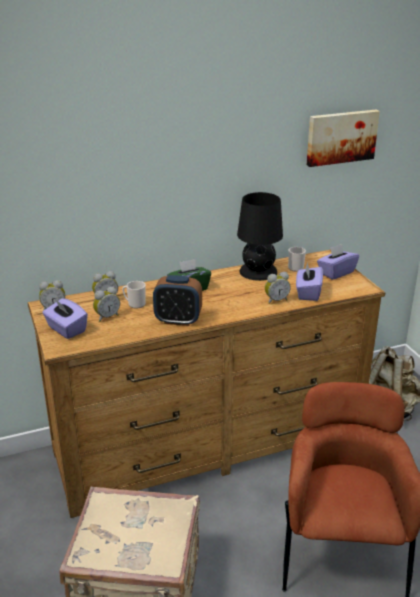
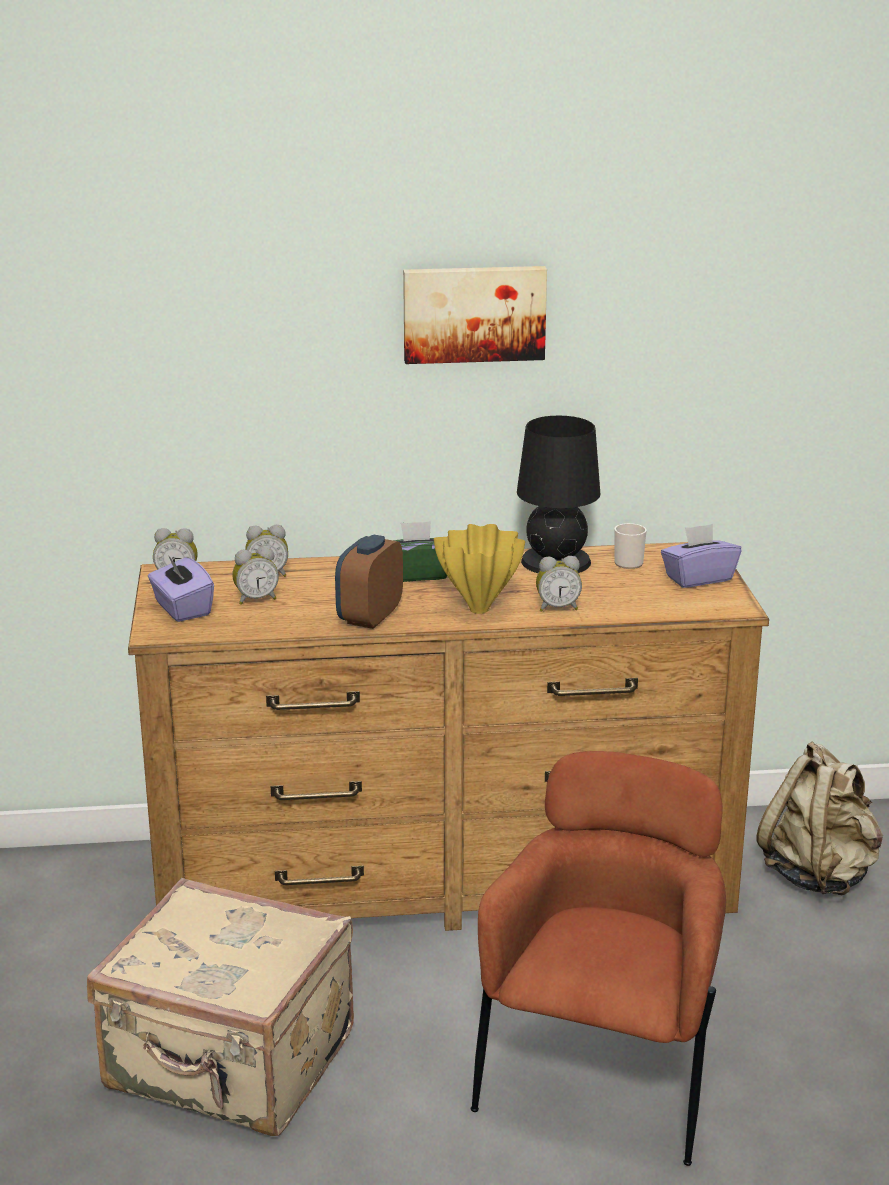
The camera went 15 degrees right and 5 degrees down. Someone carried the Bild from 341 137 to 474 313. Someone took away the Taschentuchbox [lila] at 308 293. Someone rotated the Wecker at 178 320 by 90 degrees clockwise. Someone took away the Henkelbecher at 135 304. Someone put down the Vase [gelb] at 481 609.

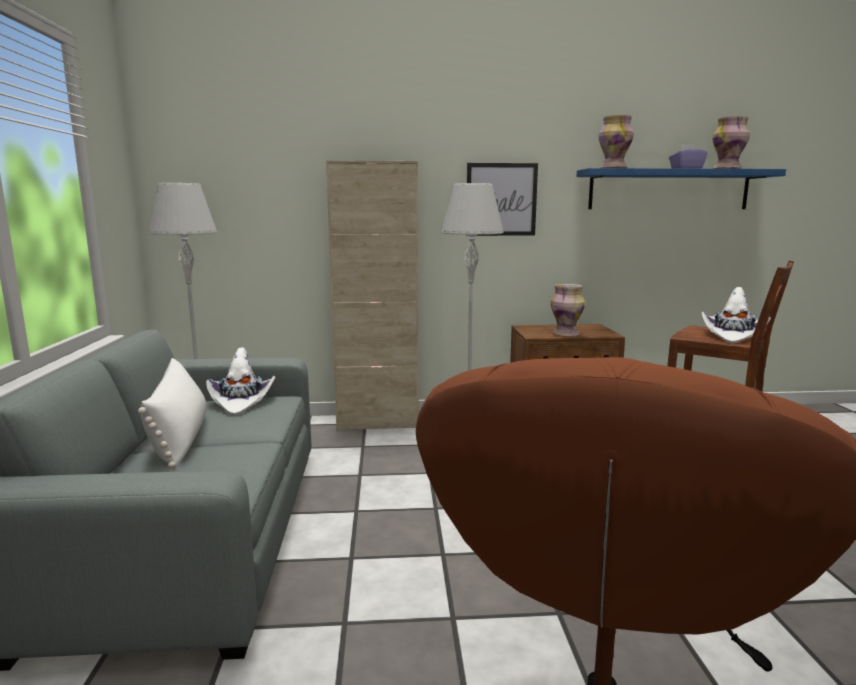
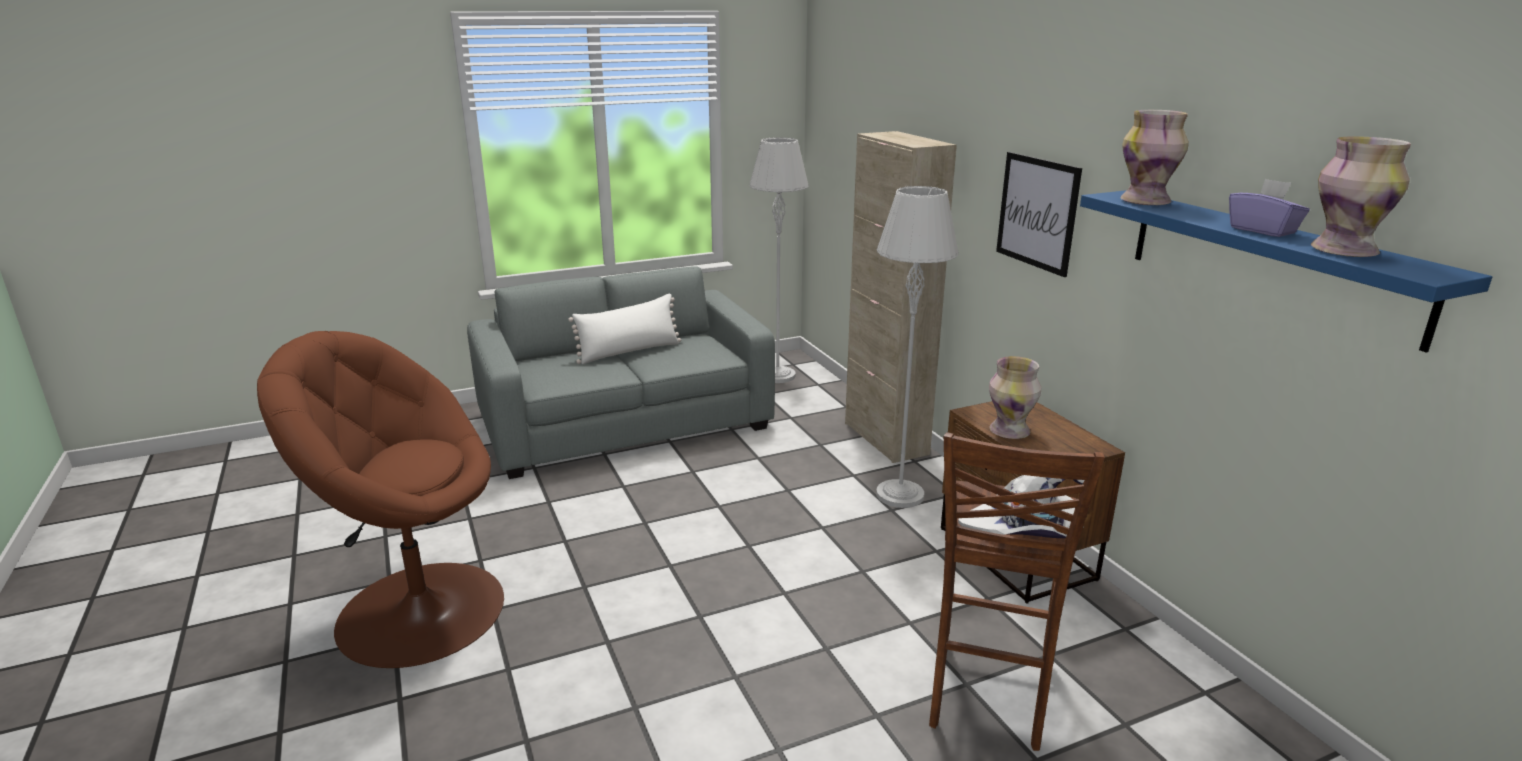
The camera went 70 degrees right and 10 degrees up. Someone took away the Hut [weiß] at 242 401.

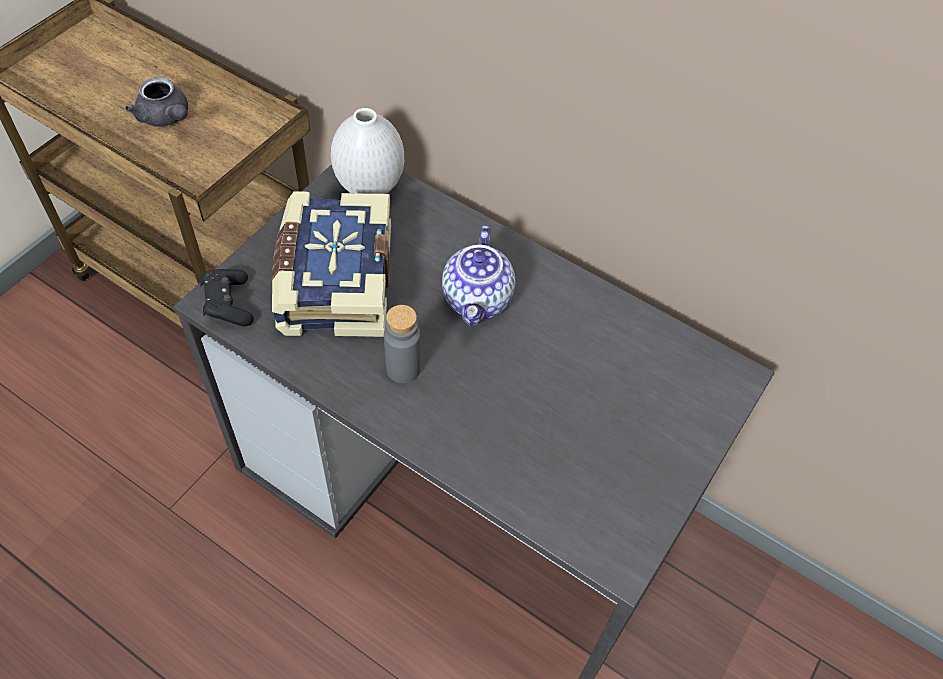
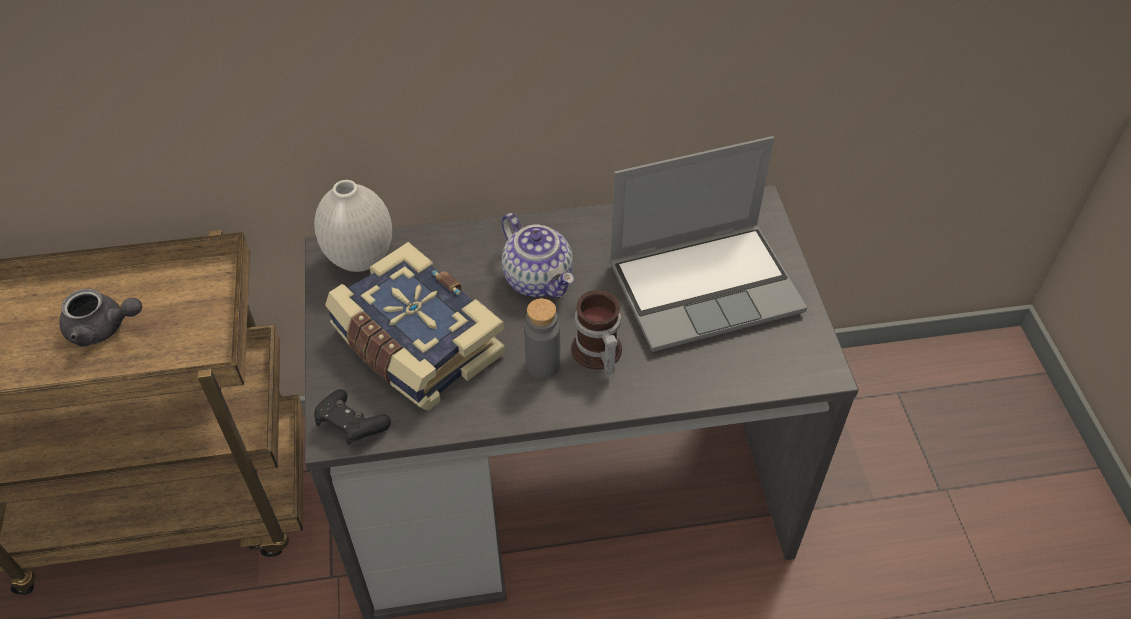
The camera went 40 degrees left and 5 degrees down. Someone put down the Laptop at 706 286. Someone put down the Henkelbecher at 596 354.

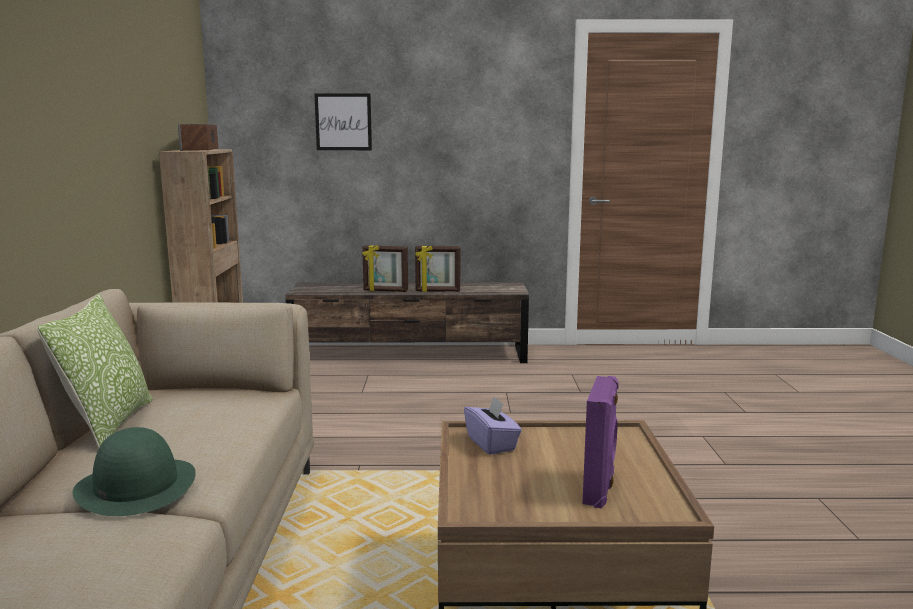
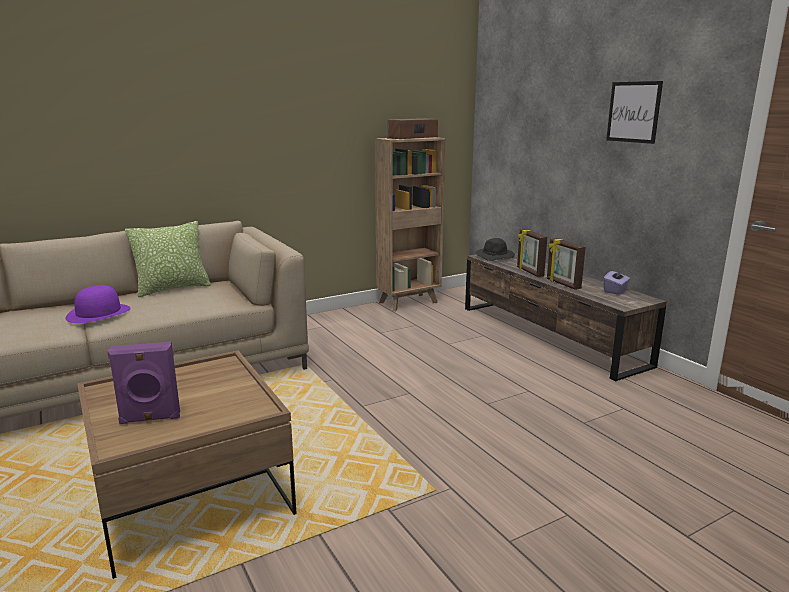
The camera went 60 degrees right and 5 degrees up. Someone carried the Bild from 343 122 to 633 112. Someone carried the Taschentuchbox [lila] from 492 444 to 615 291. Someone repainted the Hut [grün] at 136 486, which became the Hut [lila] at 99 313. Someone put down the Hut [schwarz] at 495 256.

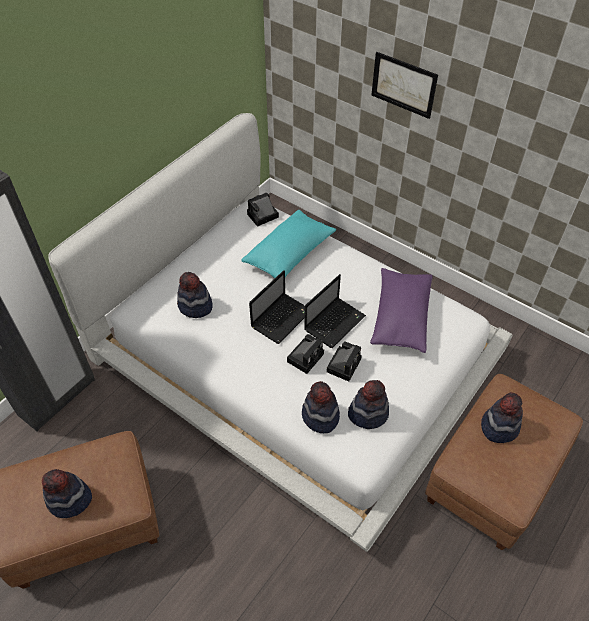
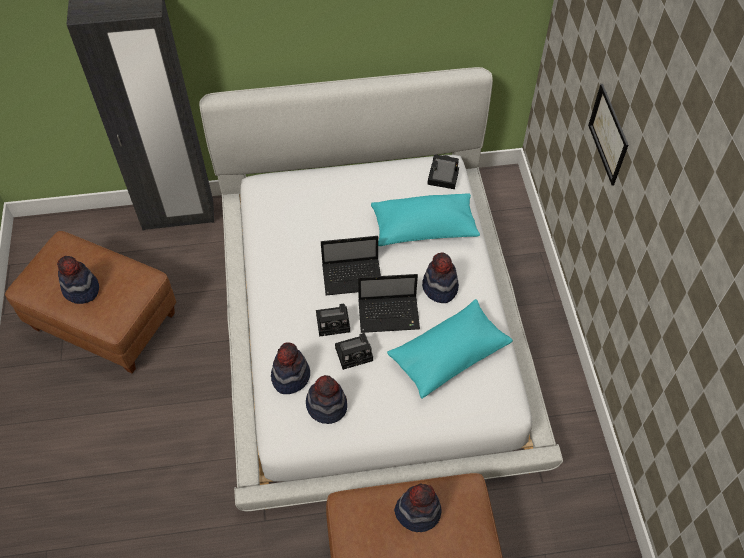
The camera went 45 degrees right and 5 degrees up. Someone repainted the Kissen [lila] at 400 317, which became the Kissen [türkis] at 448 355. Someone carried the Hut from 195 306 to 439 287.

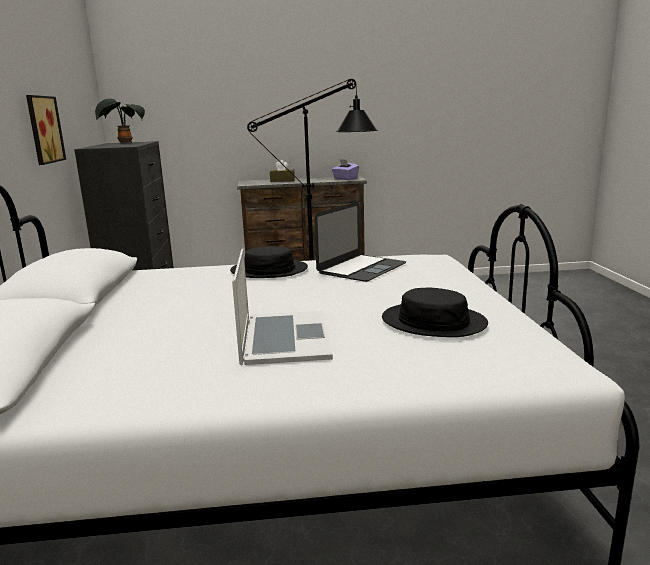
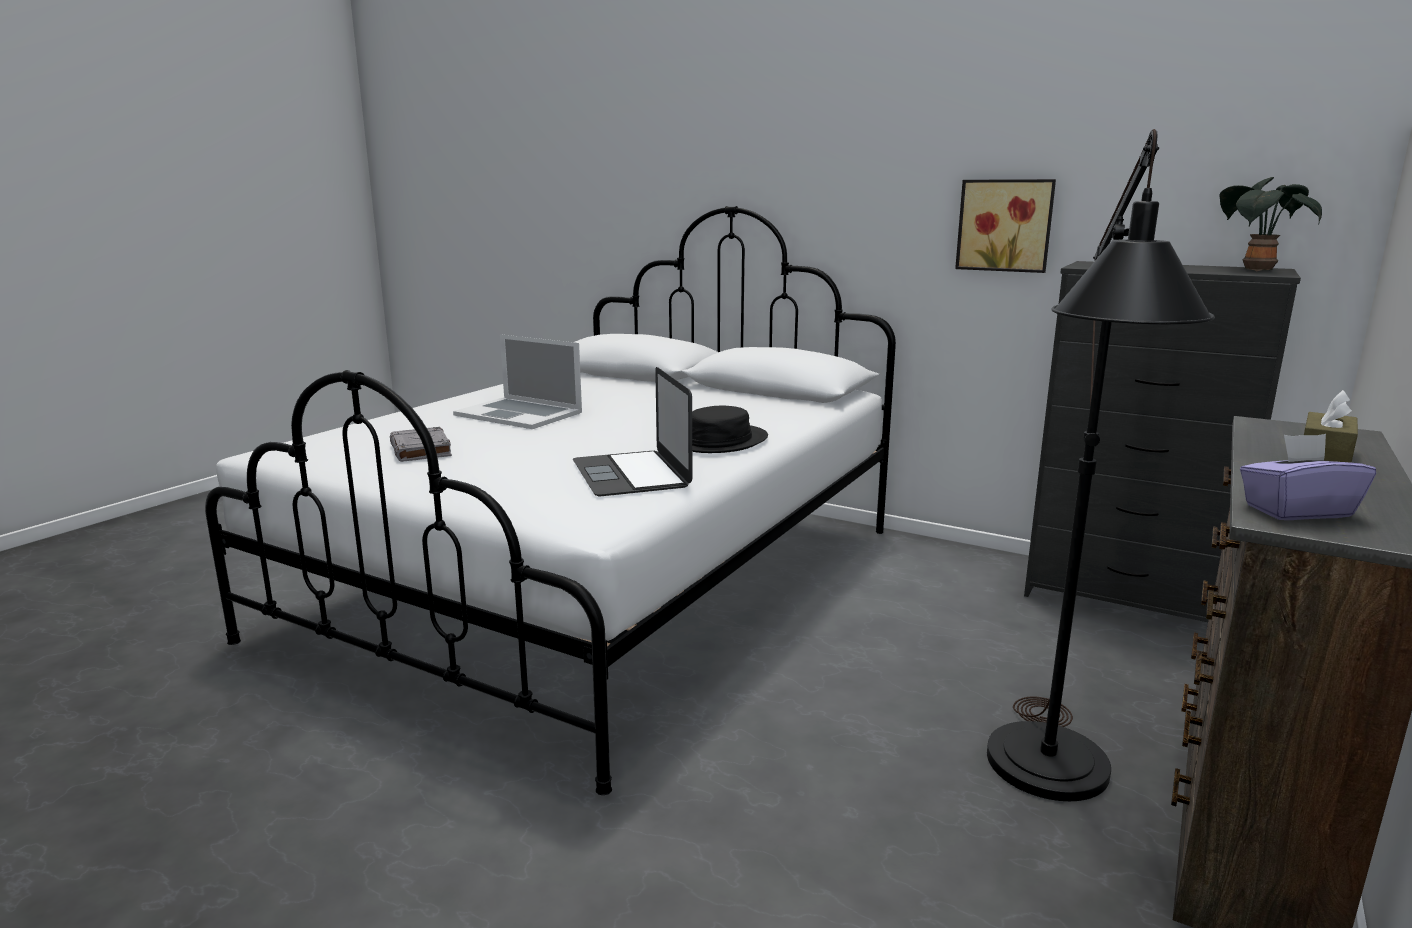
The camera went 125 degrees right and 0 degrees up. Someone swapped the Hut [schwarz] at 433 322 for the Buch [grau] at 421 450.

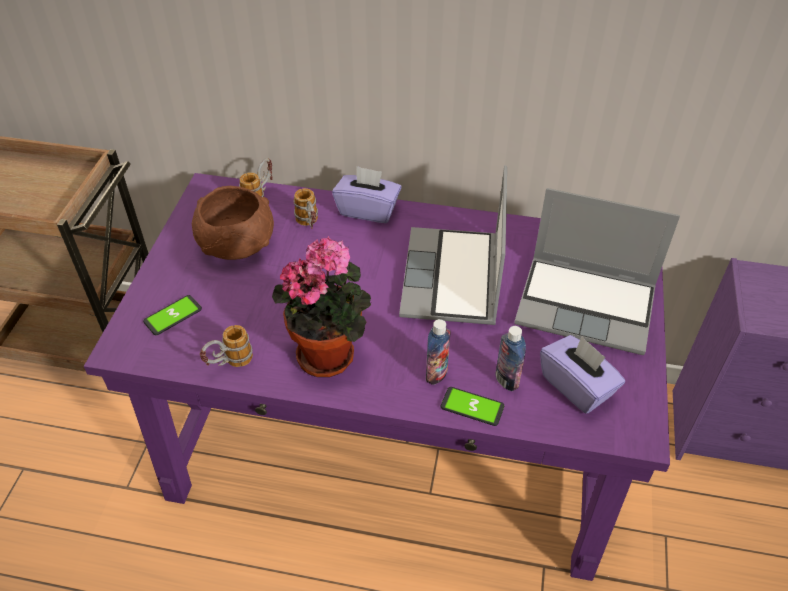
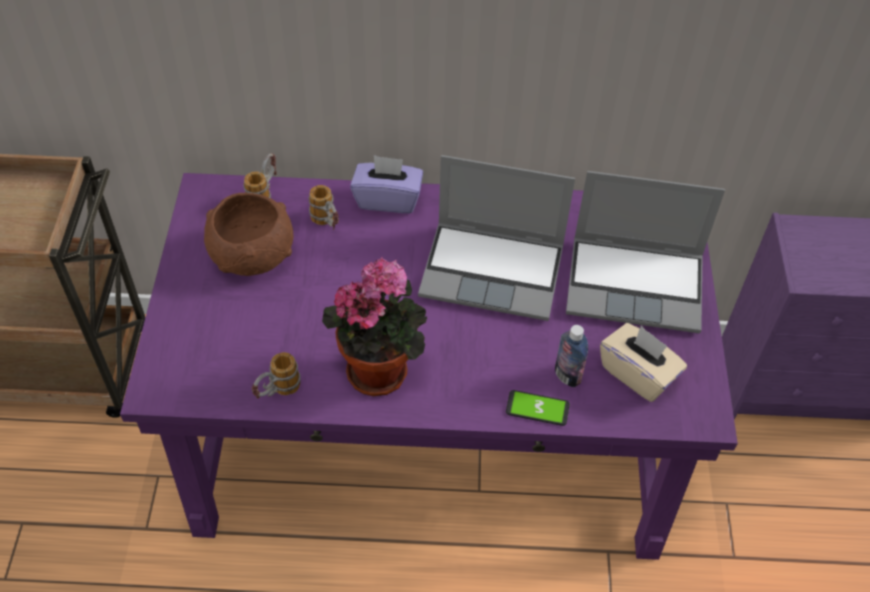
The camera went 10 degrees left and 5 degrees up. Someone rotated the Laptop at 453 279 by 75 degrees counterclockwise. Someone took away the Handy at 173 316. Someone took away the Flasche at 436 374. Someone repainted the Taschentuchbox [lila] at 577 386, which became the Taschentuchbox [beige] at 638 373.

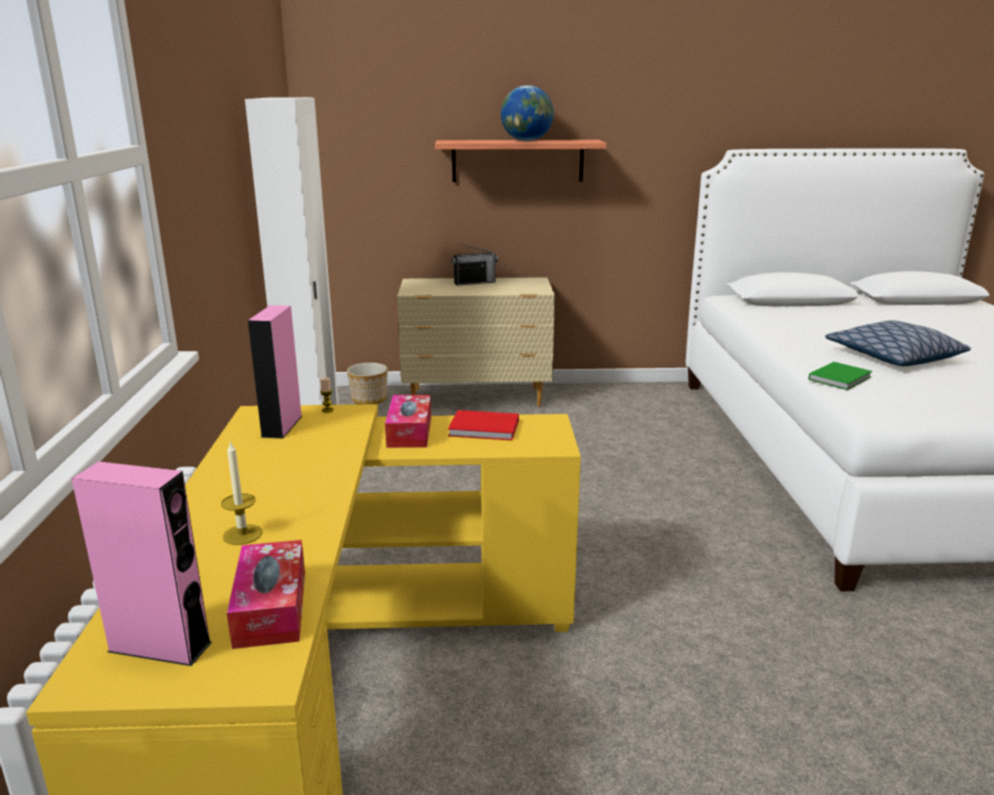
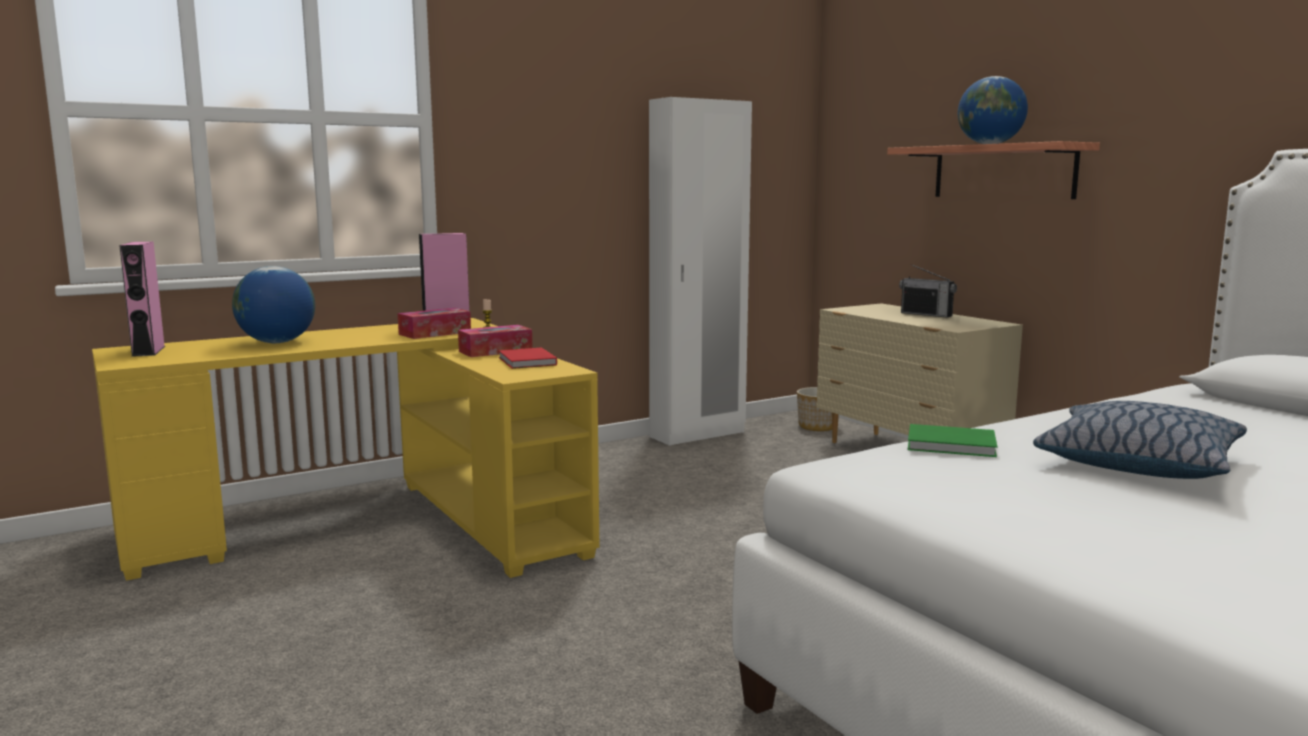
The camera went 60 degrees right and 10 degrees down. Someone swapped the Kerze at 242 534 for the Globus at 277 342. Someone carried the Taschentuchbox from 271 607 to 435 333.

